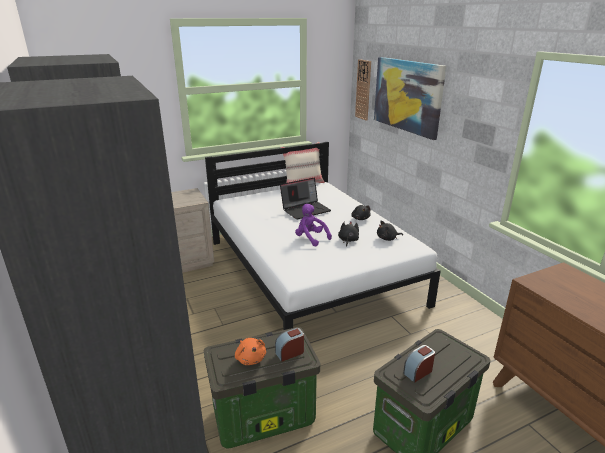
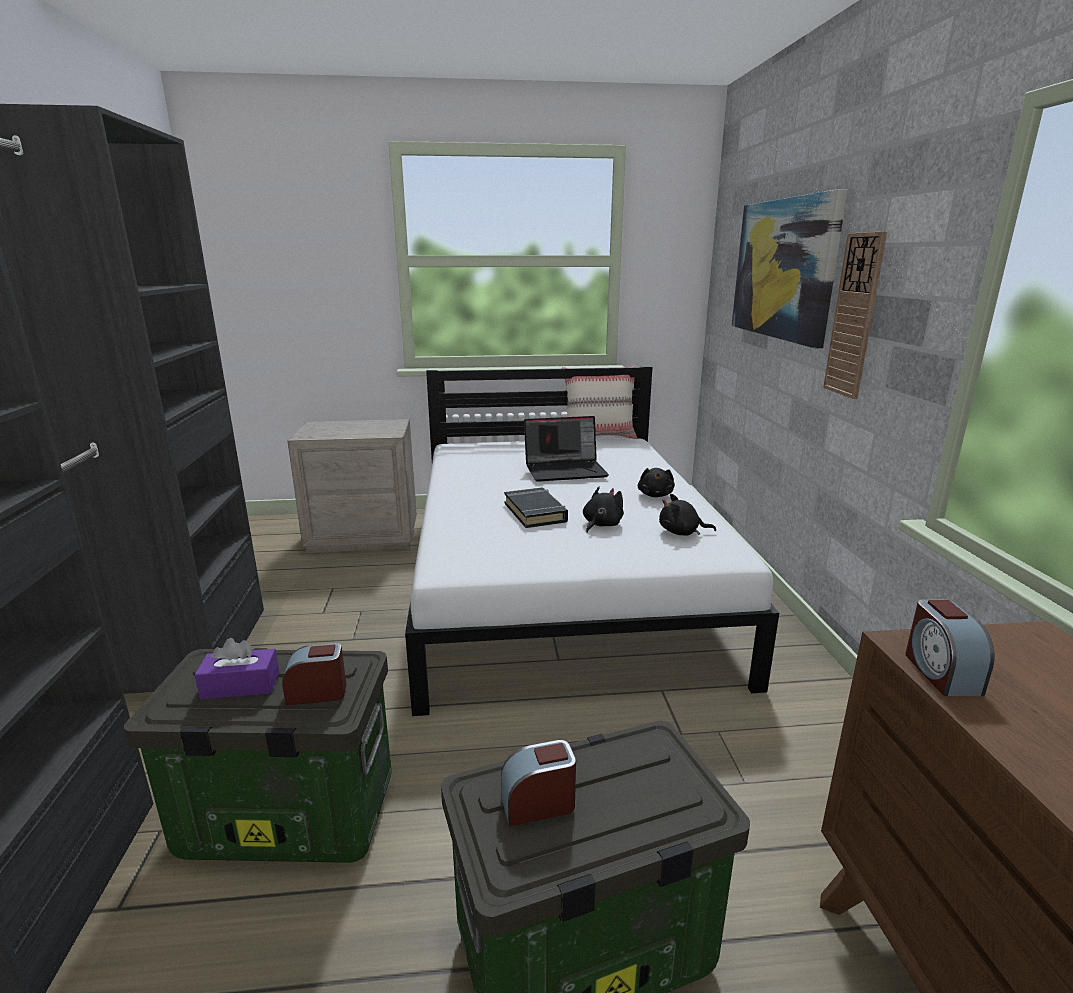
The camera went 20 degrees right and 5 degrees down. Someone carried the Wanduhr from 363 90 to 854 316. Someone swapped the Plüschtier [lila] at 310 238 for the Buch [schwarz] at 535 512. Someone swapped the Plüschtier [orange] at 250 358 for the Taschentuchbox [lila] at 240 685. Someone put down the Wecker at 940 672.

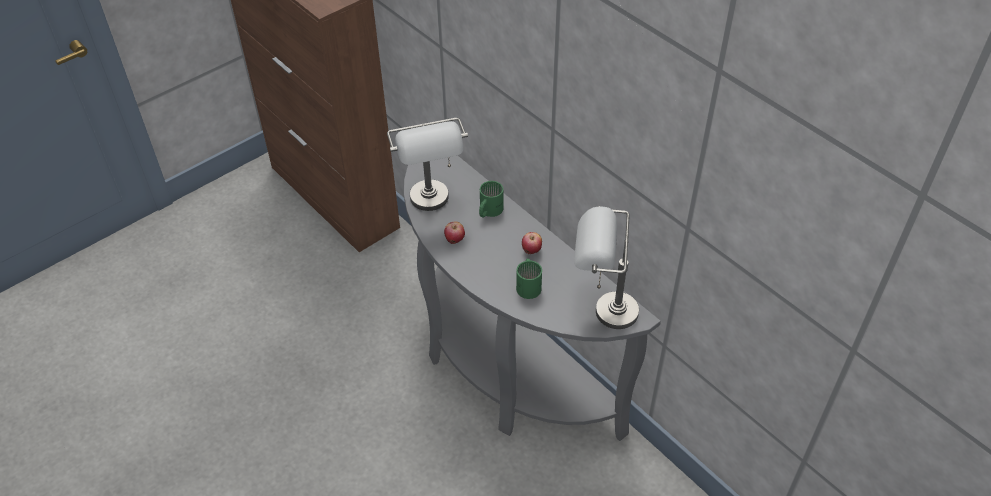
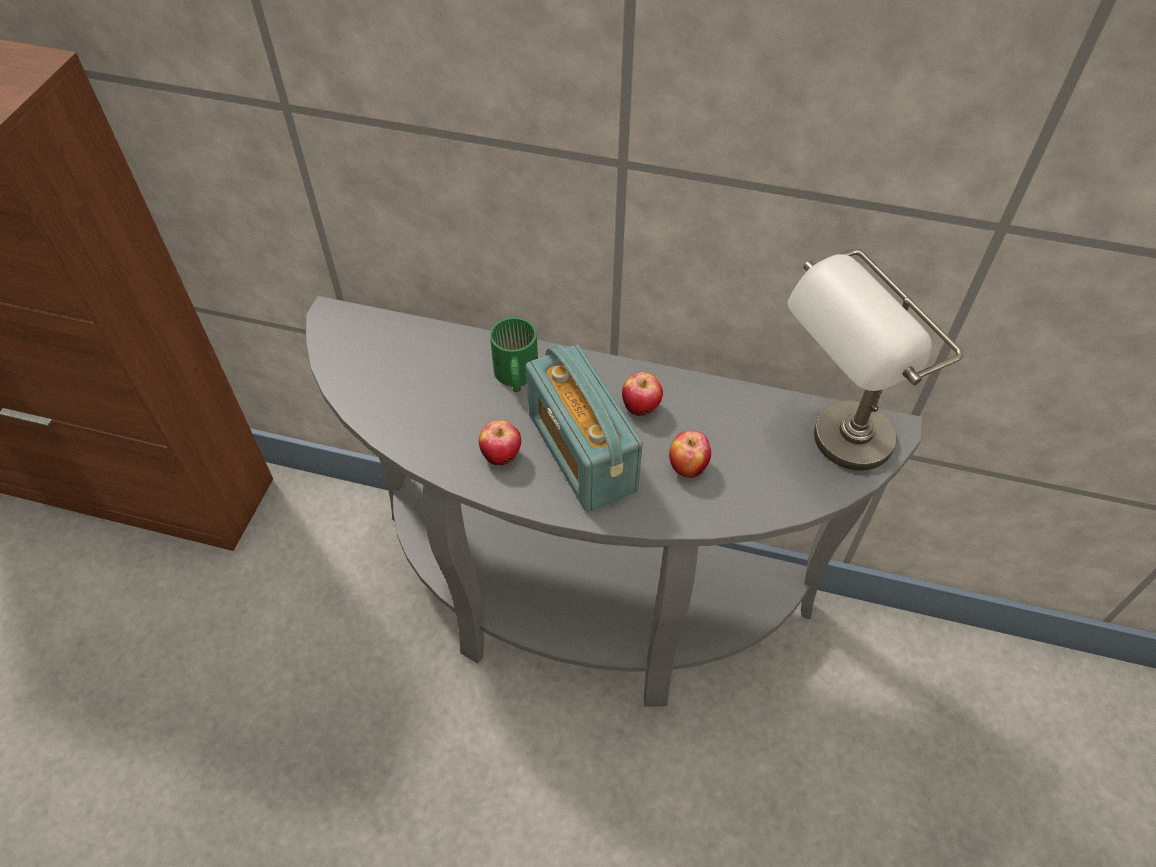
The camera went 35 degrees left and 5 degrees up. Someone took away the Tischlampe [grau] at 434 206. Someone swapped the Henkelbecher [grün] at 529 285 for the Apfel at 687 467. Someone put down the Radio at 581 452.

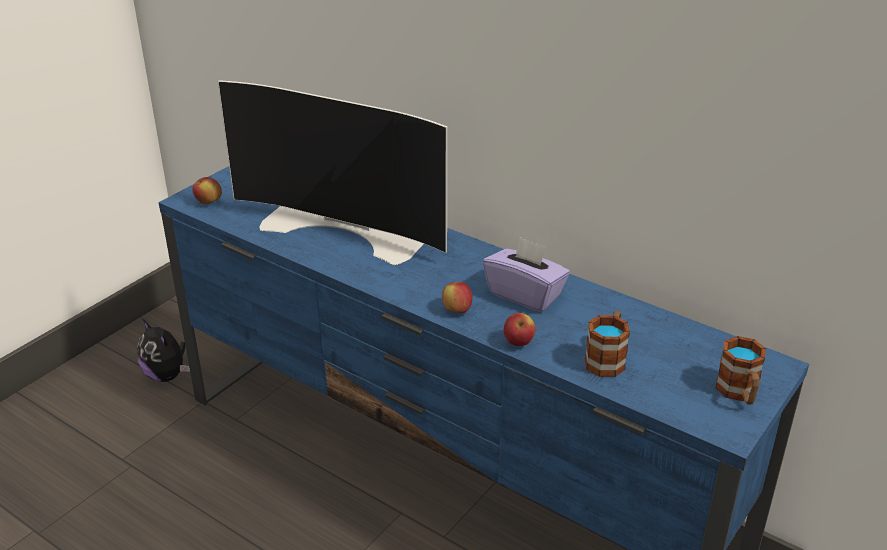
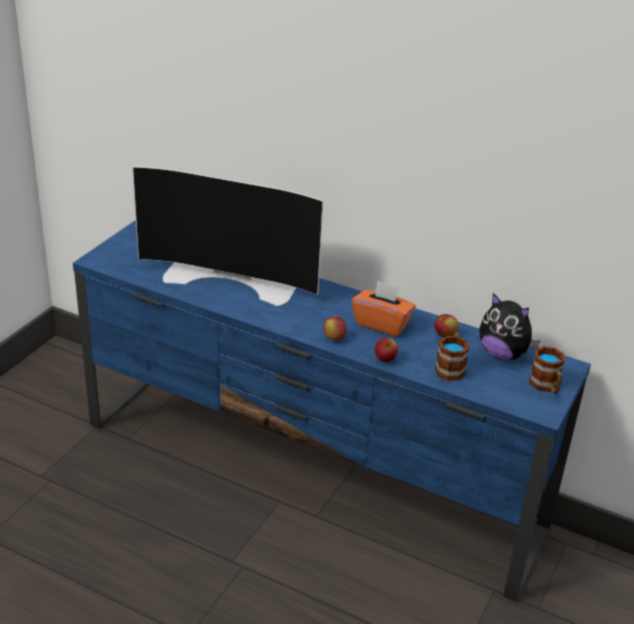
The camera went 10 degrees left and 0 degrees up. Someone carried the Apfel from 209 202 to 445 335. Someone repainted the Taschentuchbox [lila] at 525 294, which became the Taschentuchbox [orange] at 382 324. Someone carried the Plüschtier from 167 375 to 503 354.

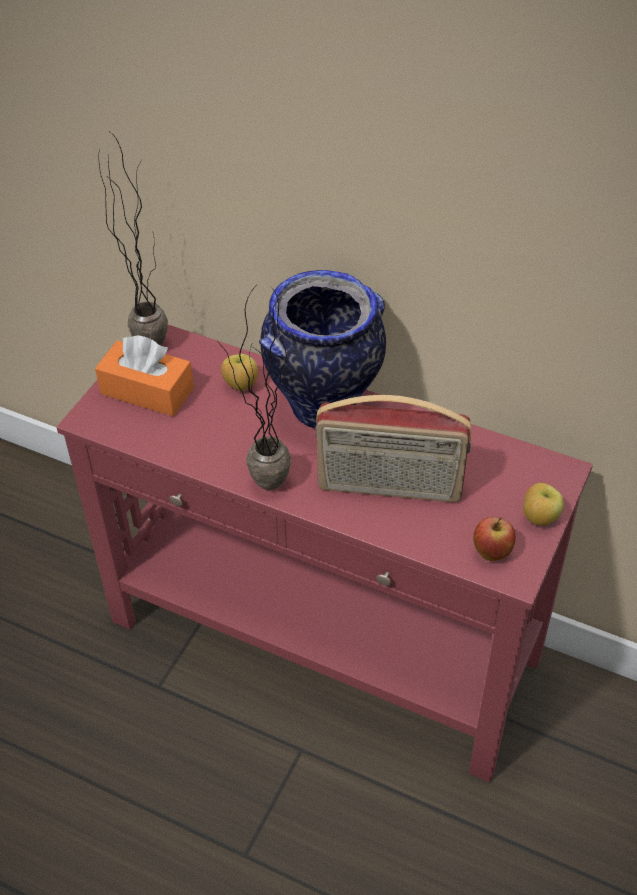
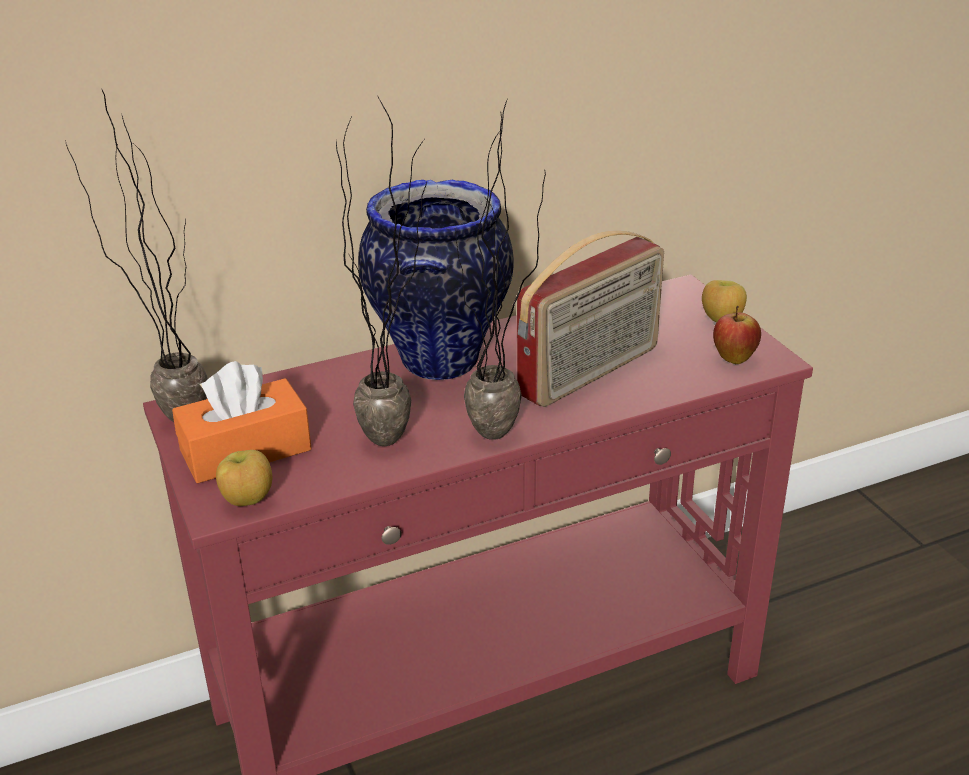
The camera went 50 degrees left and 15 degrees down. Someone carried the Apfel from 240 386 to 247 500. Someone put down the Topfpflanze at 403 437.

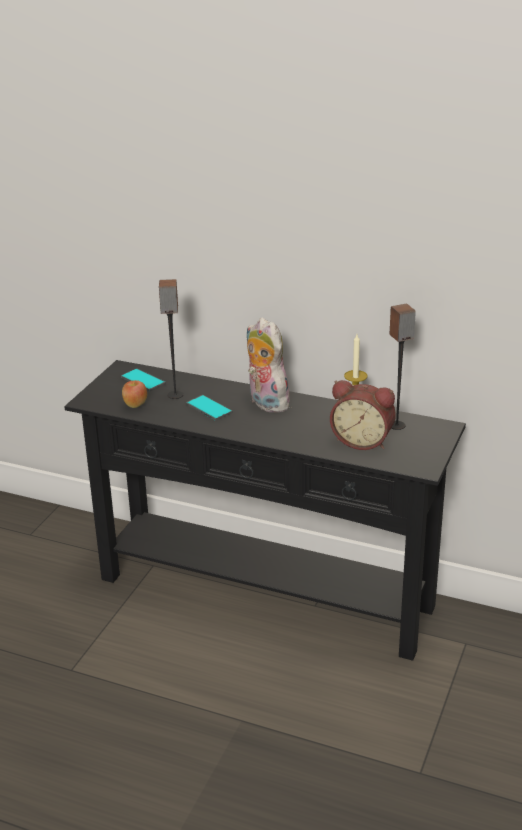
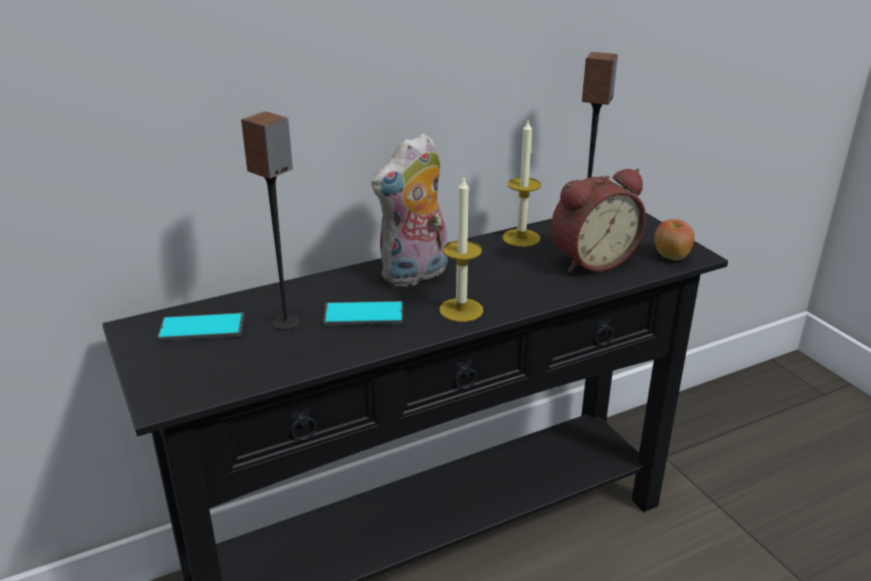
The camera went 50 degrees left and 0 degrees up. Someone rotated the Plüschtier at 265 403 by 45 degrees counterclockwise. Someone carried the Apfel from 135 405 to 671 256. Someone put down the Kerze at 461 310.

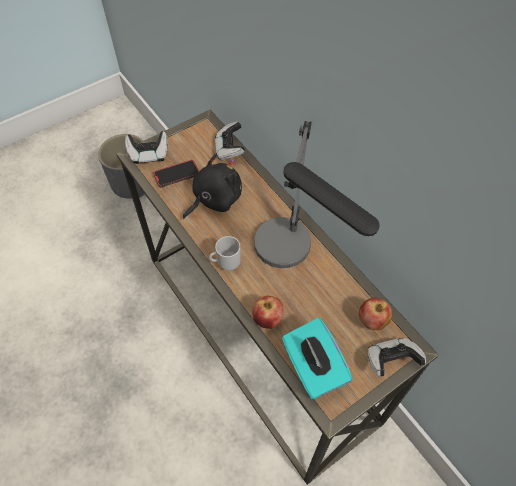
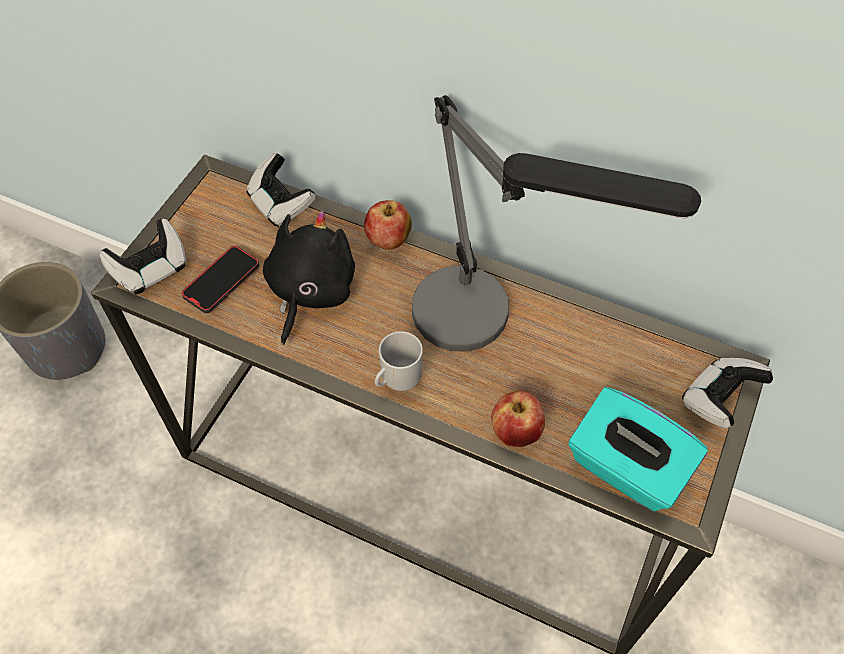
The camera went 30 degrees left and 0 degrees up. Someone carried the Apfel from 372 321 to 388 241.

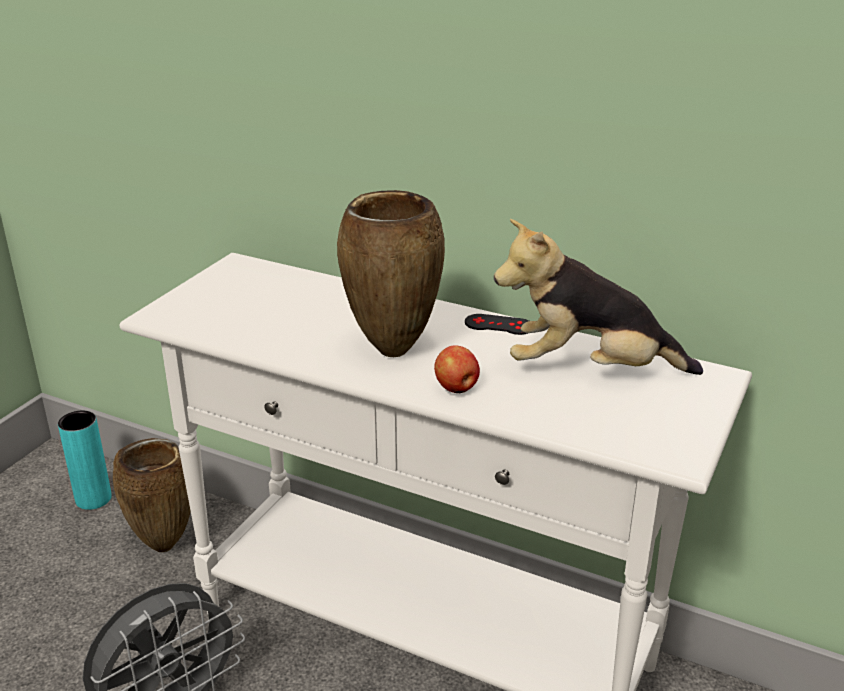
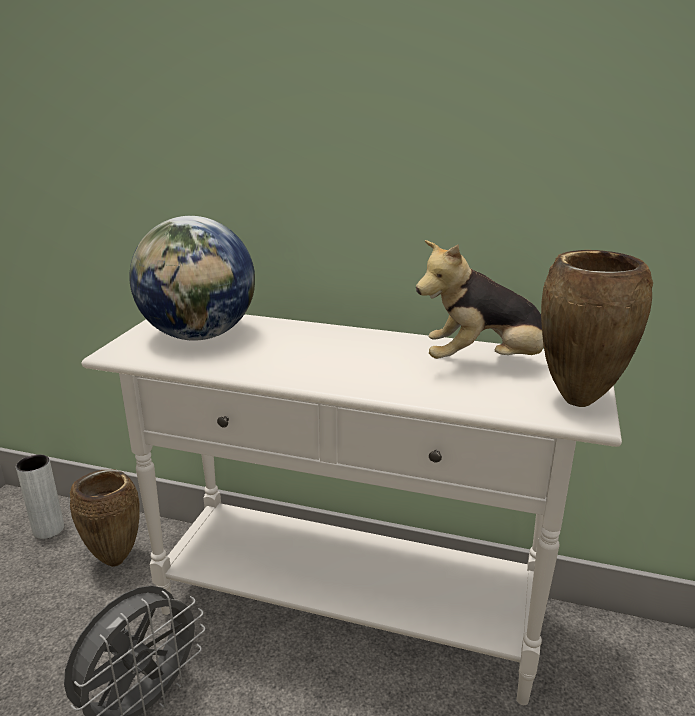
The camera went 10 degrees left and 5 degrees down. Someone carried the Vase [braun] from 391 352 to 576 402. Someone took away the Gamepad [schwarz] at 499 325. Someone took away the Apfel at 457 388. Someone repainted the Vase [türkis] at 93 499, which became the Vase [grau] at 48 529. Someone put down the Globus at 200 335.

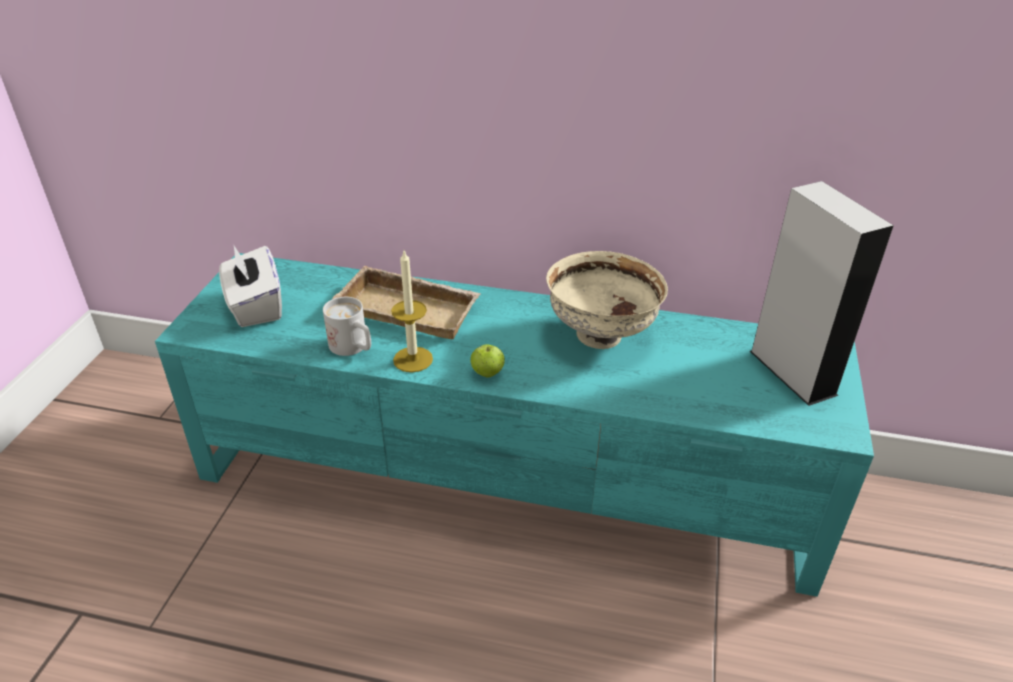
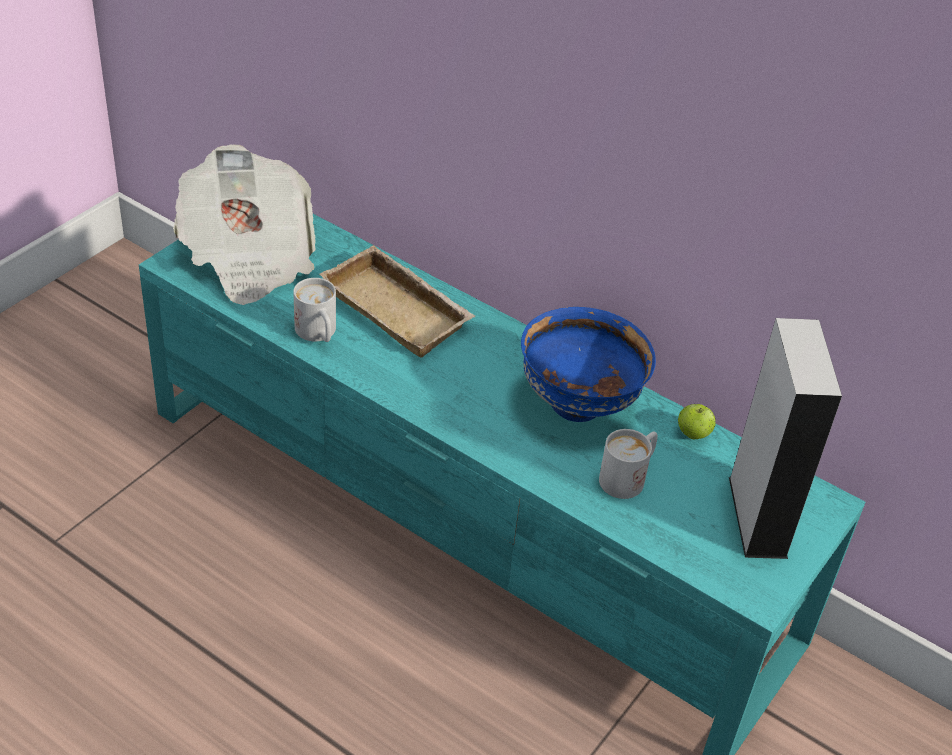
The camera went 20 degrees right and 5 degrees up. Someone swapped the Taschentuchbox [weiß] at 255 307 for the Zeitung at 248 257. Someone took away the Kerze at 413 359. Someone repainted the Schüssel [beige] at 601 334, which became the Schüssel [blau] at 579 404. Someone carried the Apfel from 487 373 to 693 434. Someone put down the Henkelbecher [weiß] at 628 477.

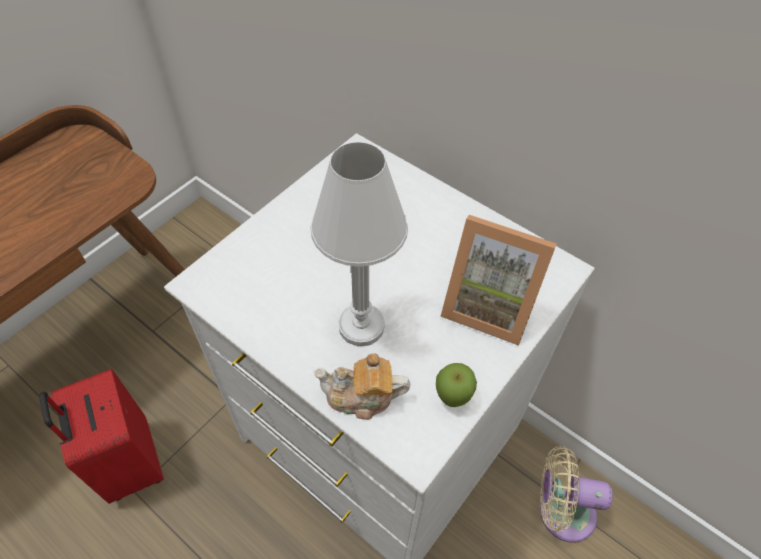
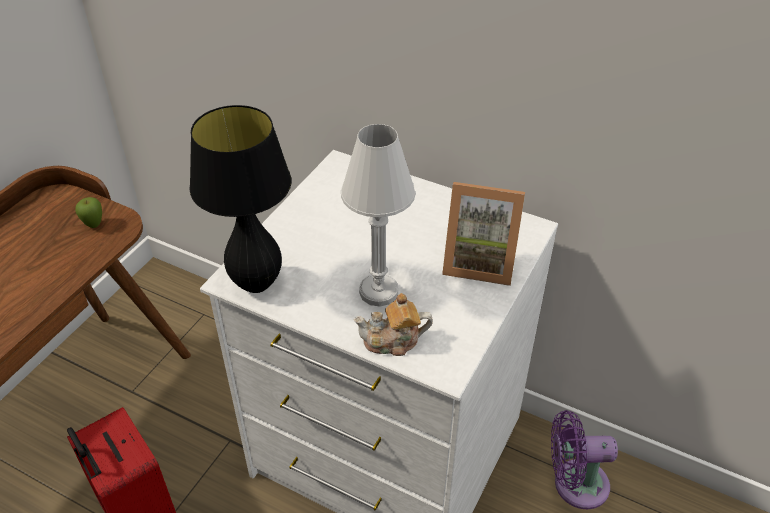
The camera went 10 degrees left and 10 degrees down. Someone carried the Apfel from 452 399 to 94 225. Someone repainted the Ventilator [beige] at 560 511, which became the Ventilator [lila] at 575 484. Someone put down the Tischlampe [schwarz] at 256 284.

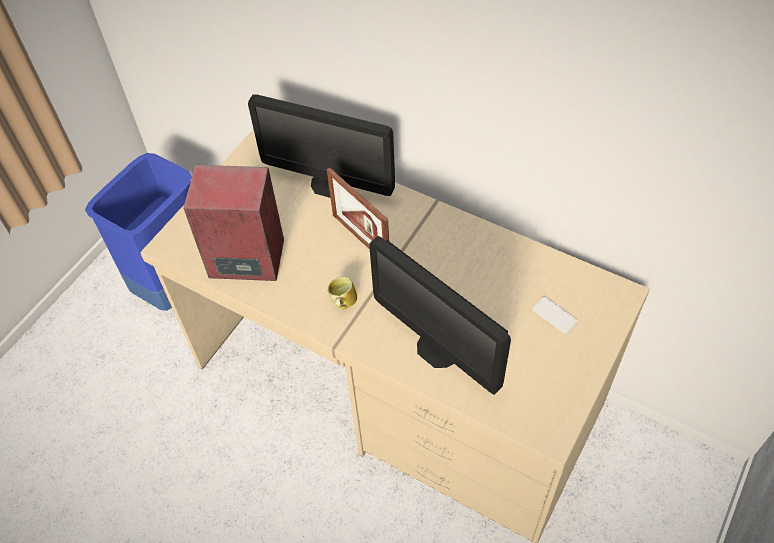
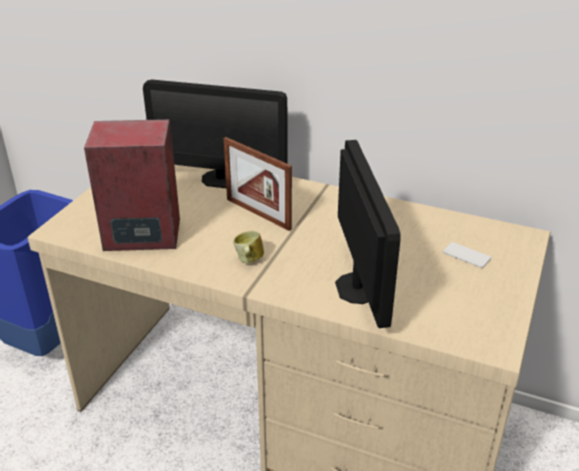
The camera went 10 degrees left and 20 degrees down. Someone rotated the Monitor at 438 348 by 135 degrees counterclockwise.

